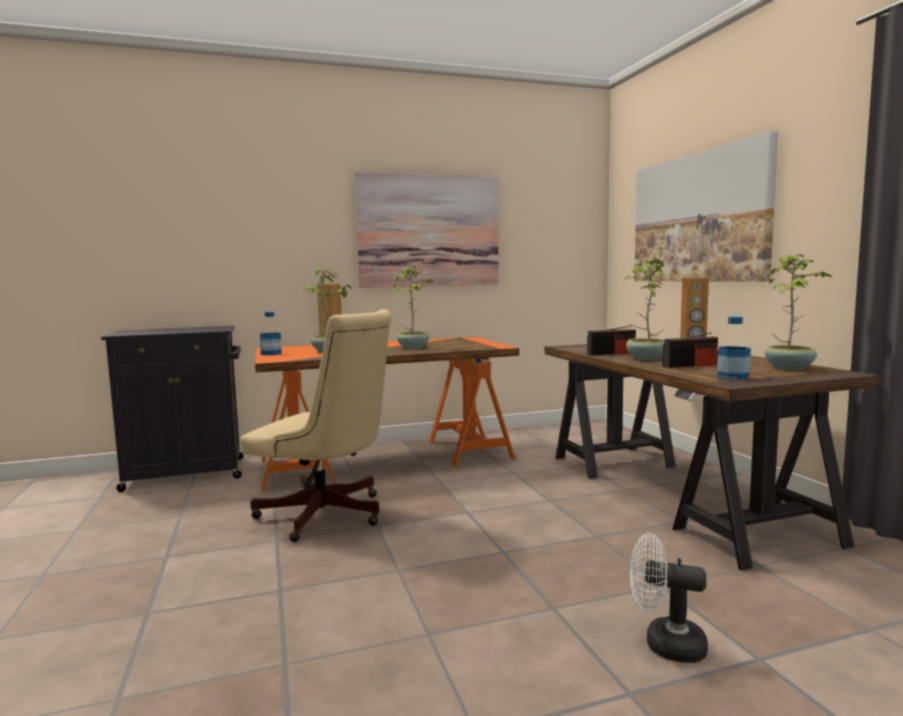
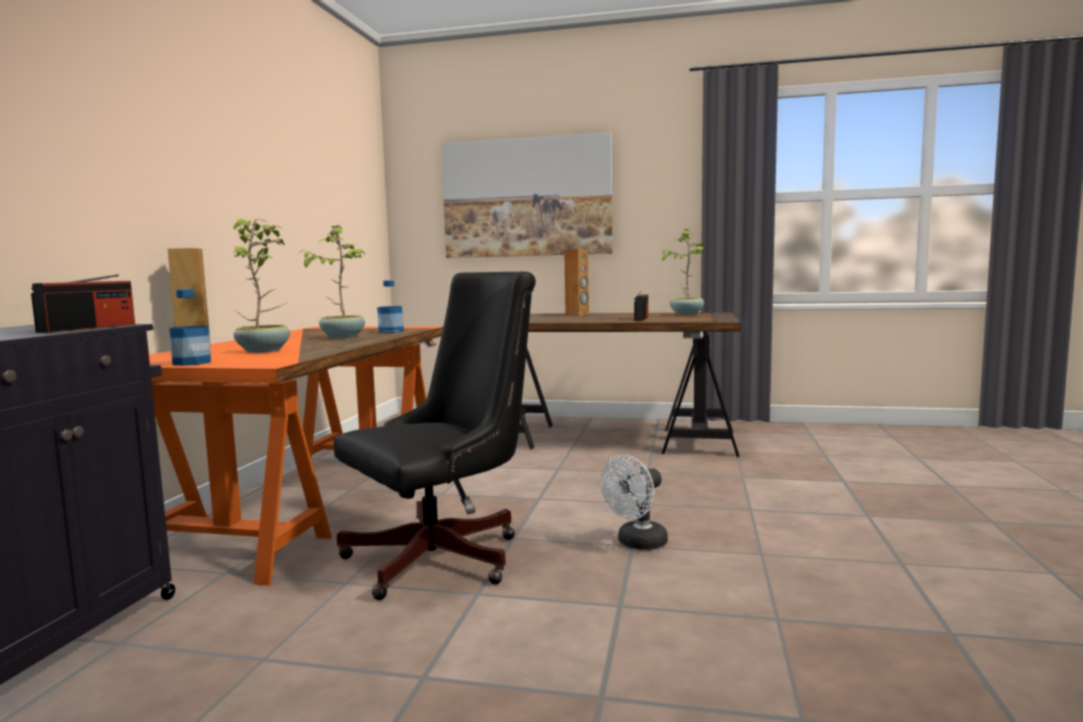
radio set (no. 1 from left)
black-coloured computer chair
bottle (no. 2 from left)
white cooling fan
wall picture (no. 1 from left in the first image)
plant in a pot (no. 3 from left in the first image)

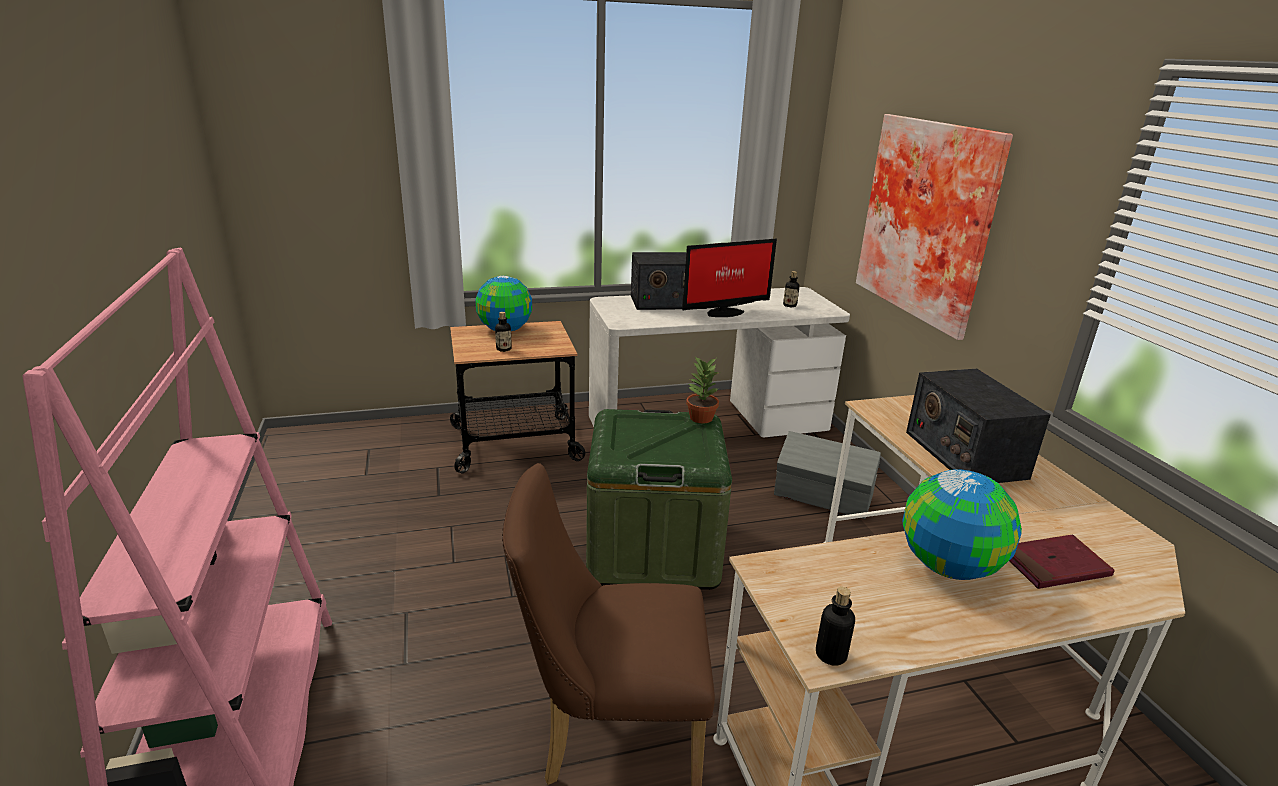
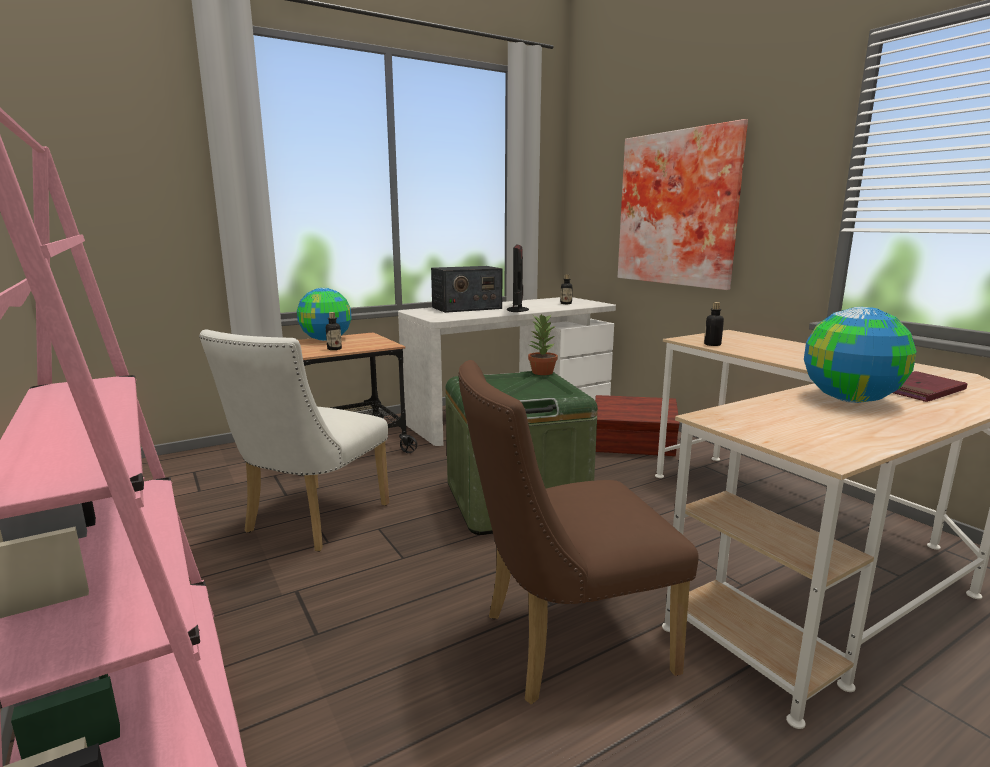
white chair
computer screen
brown-coloured storage bin
bottle (no. 3 from left)
radio set (no. 2 from left in the first image)

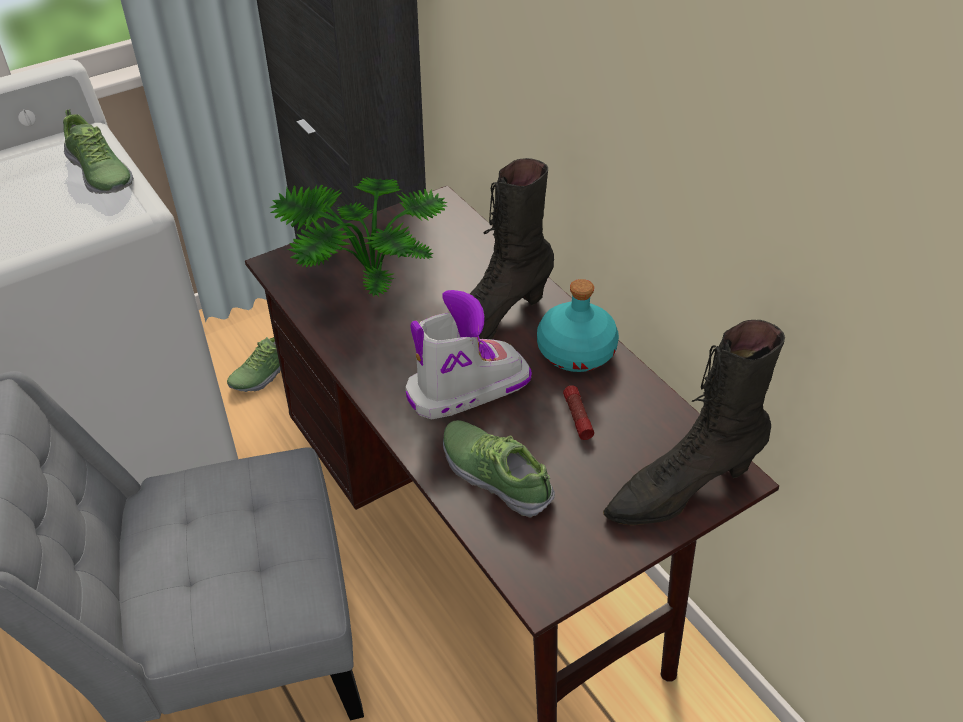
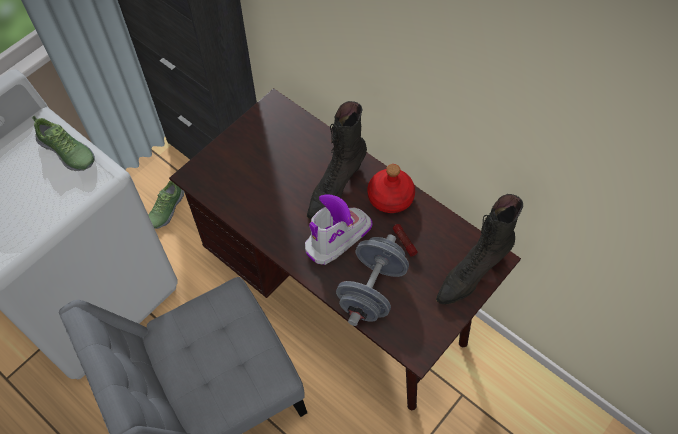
greyish hand weight
red-coloured bottle
plant in a pot

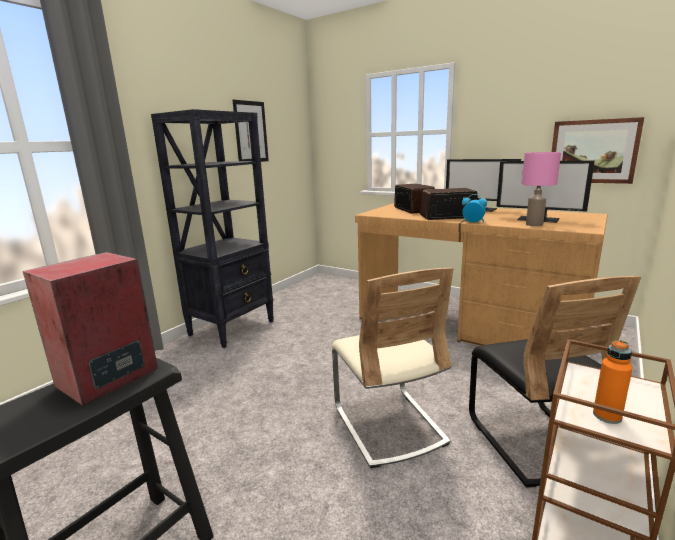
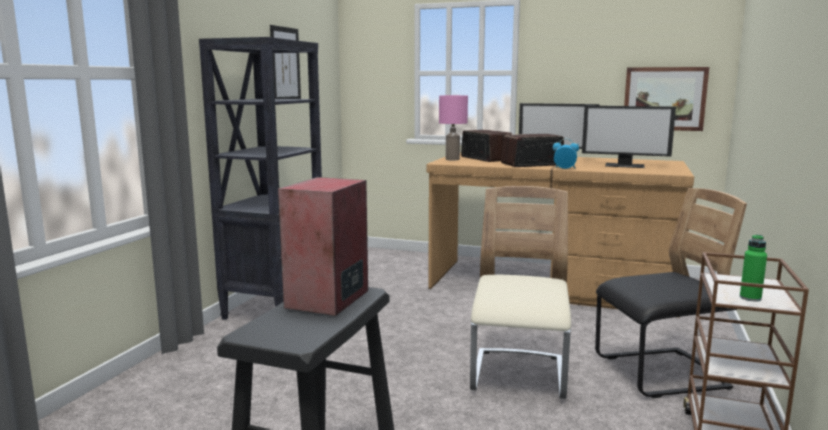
pinkish table lamp
sand-coloured chair
black-coloured chair
green-coloured bottle

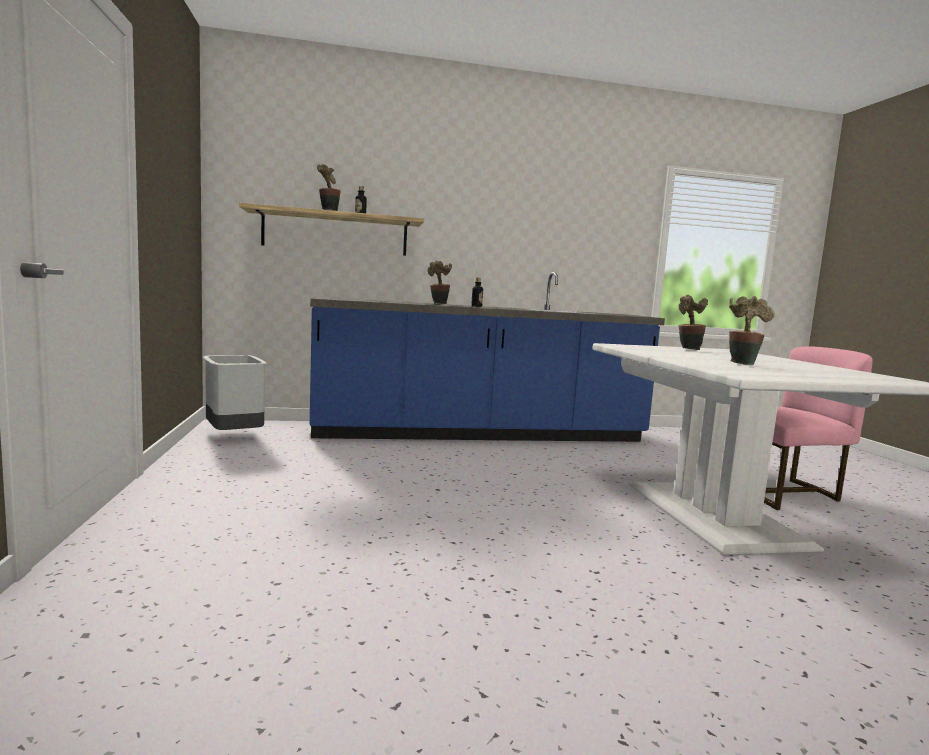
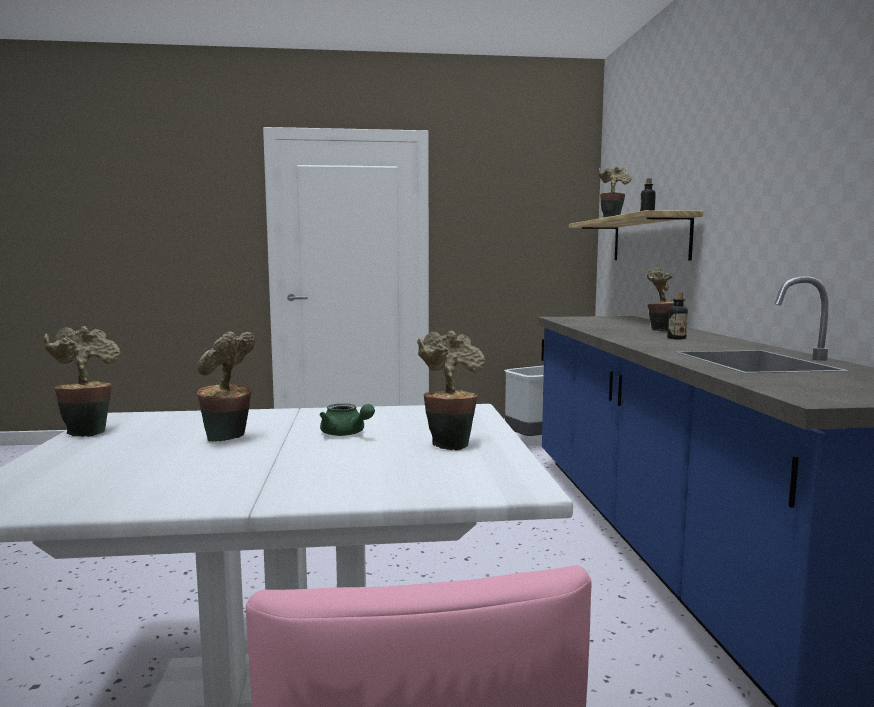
plant in a pot (no. 1 from left)
green-coloured pot for tea

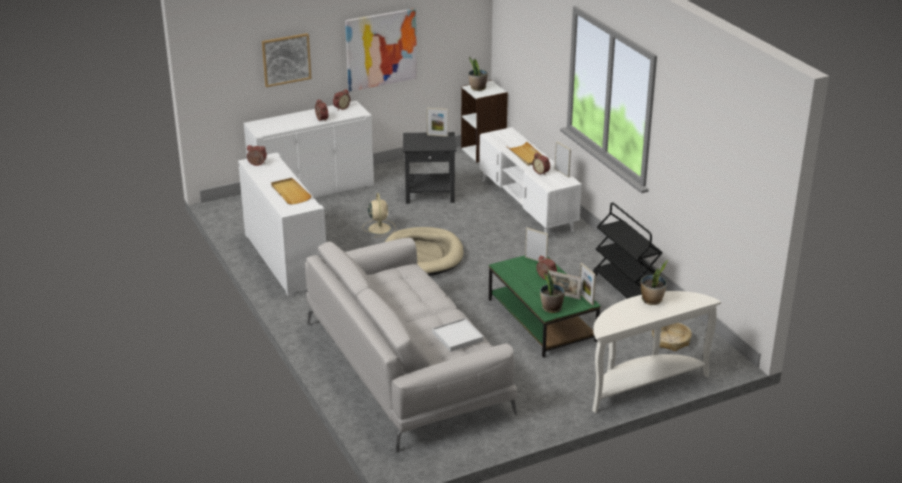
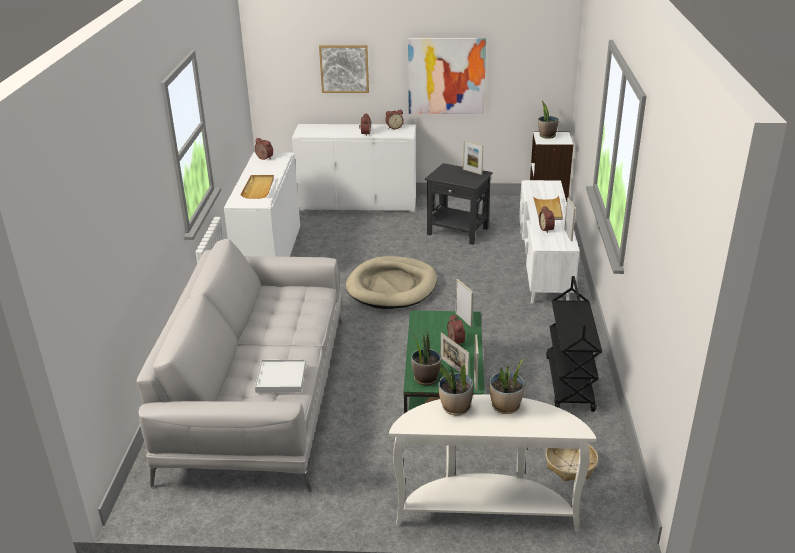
plant in a pot (no. 2 from left)
sand-coloured cooling fan

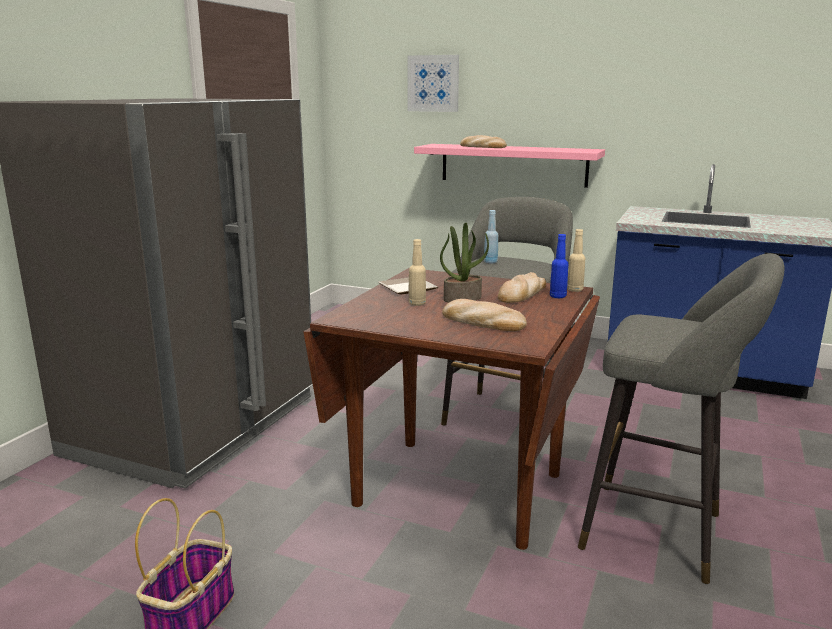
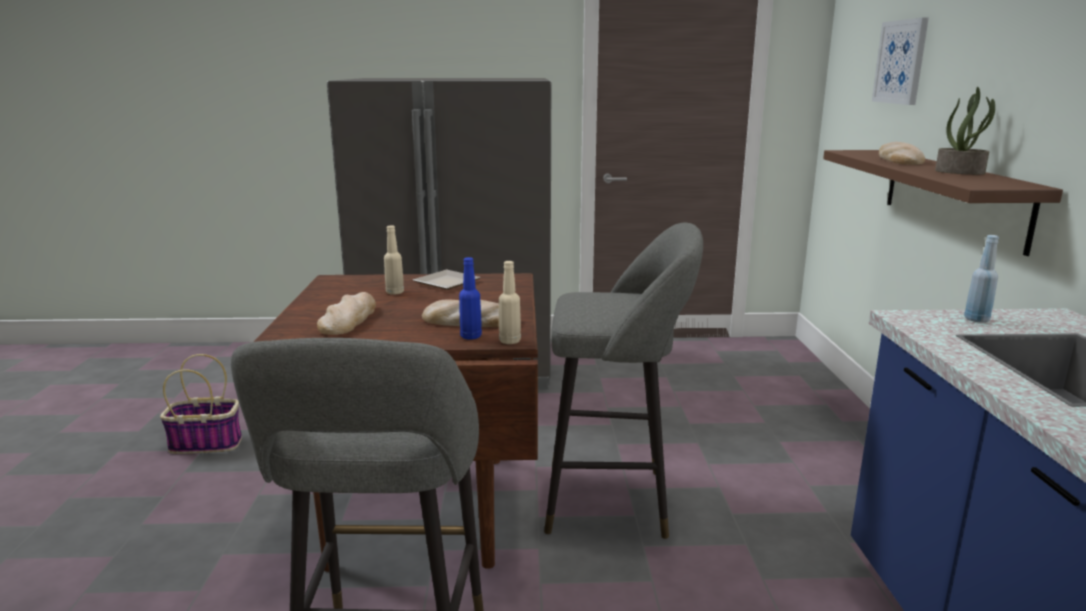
brown-coloured wall shelf
plant in a pot
blue bottle (no. 2 from left)

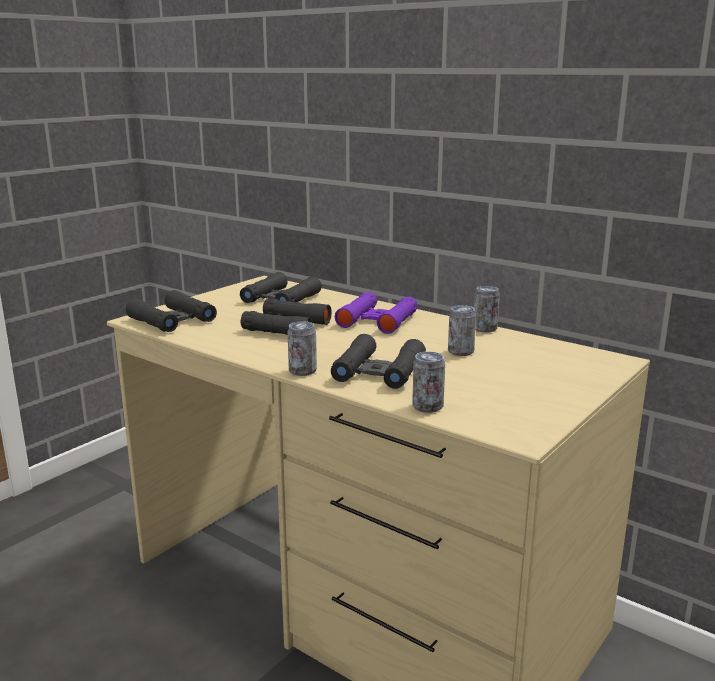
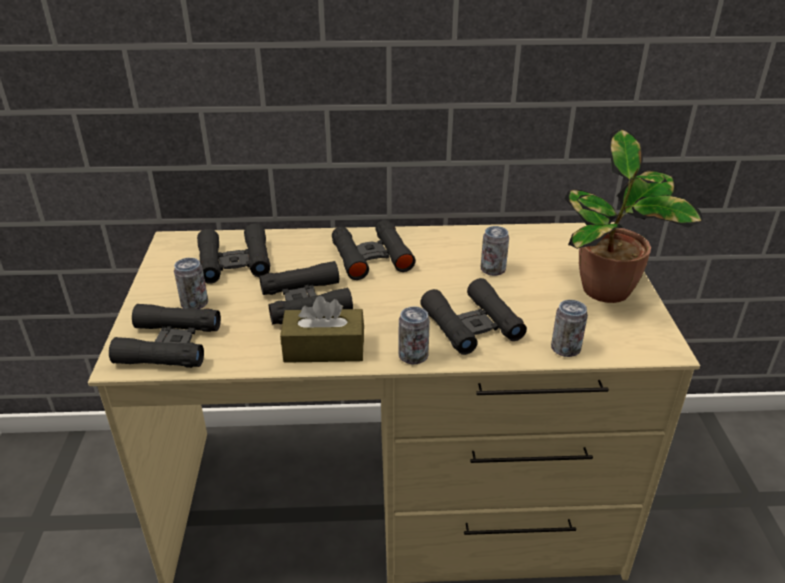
can (no. 1 from left)
brown-coloured tissue holder
black-coloured pair of binoculars (no. 4 from left)
plant in a pot

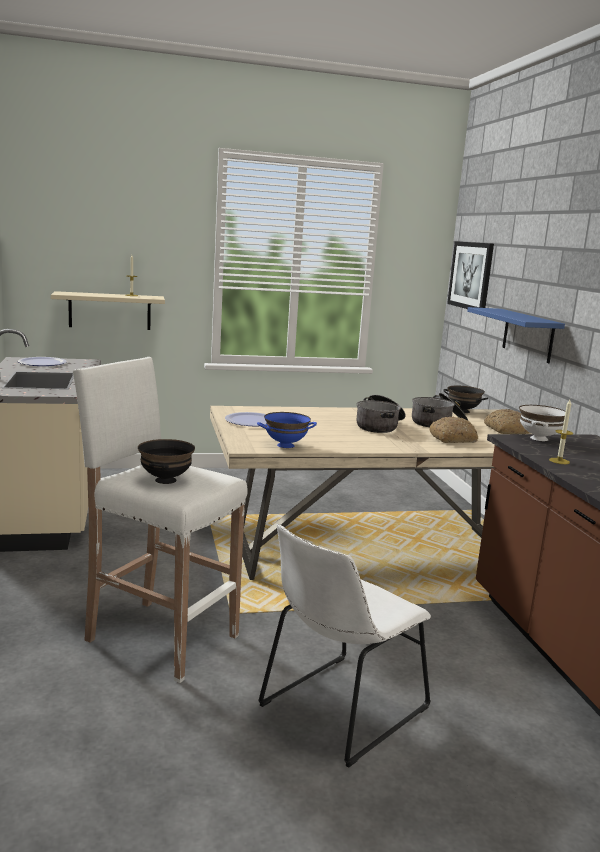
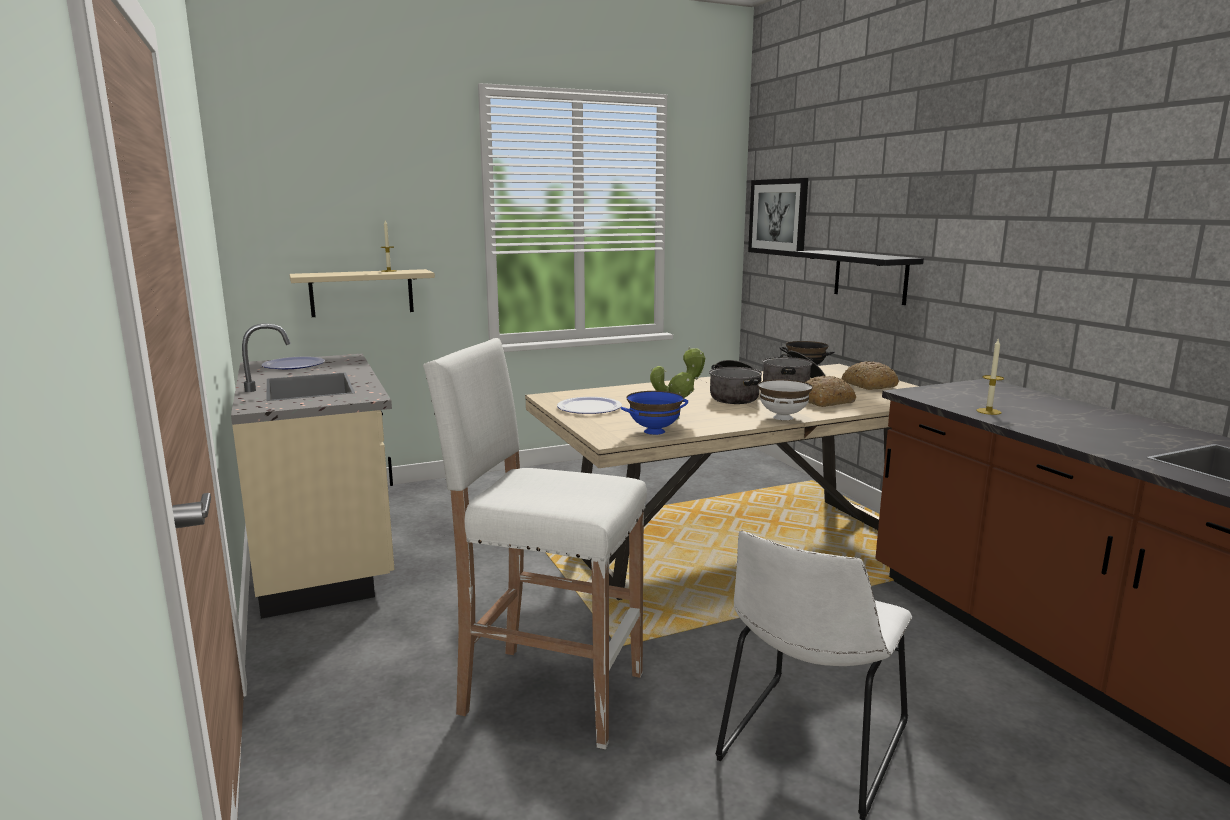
plant in a pot
white deep dish
black-coloured wall shelf
black-coloured deep dish (no. 1 from left in the first image)

